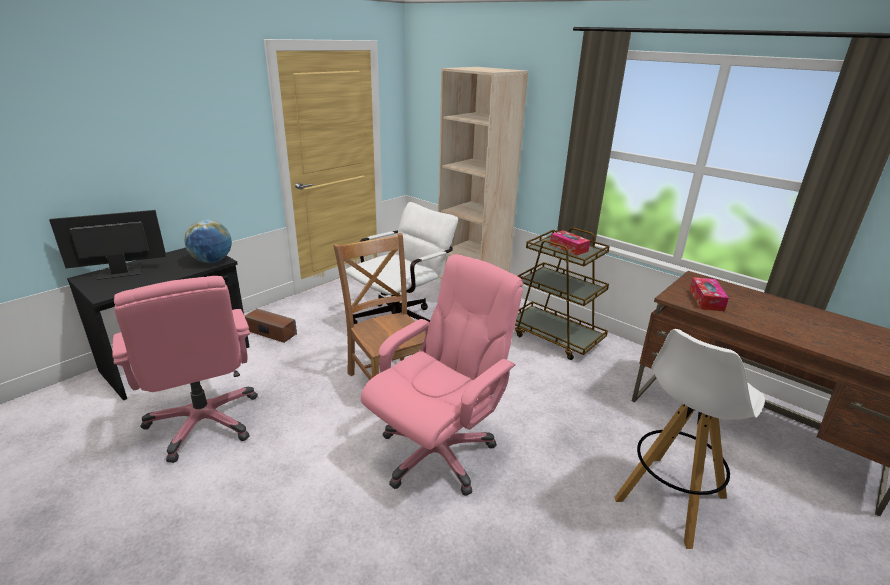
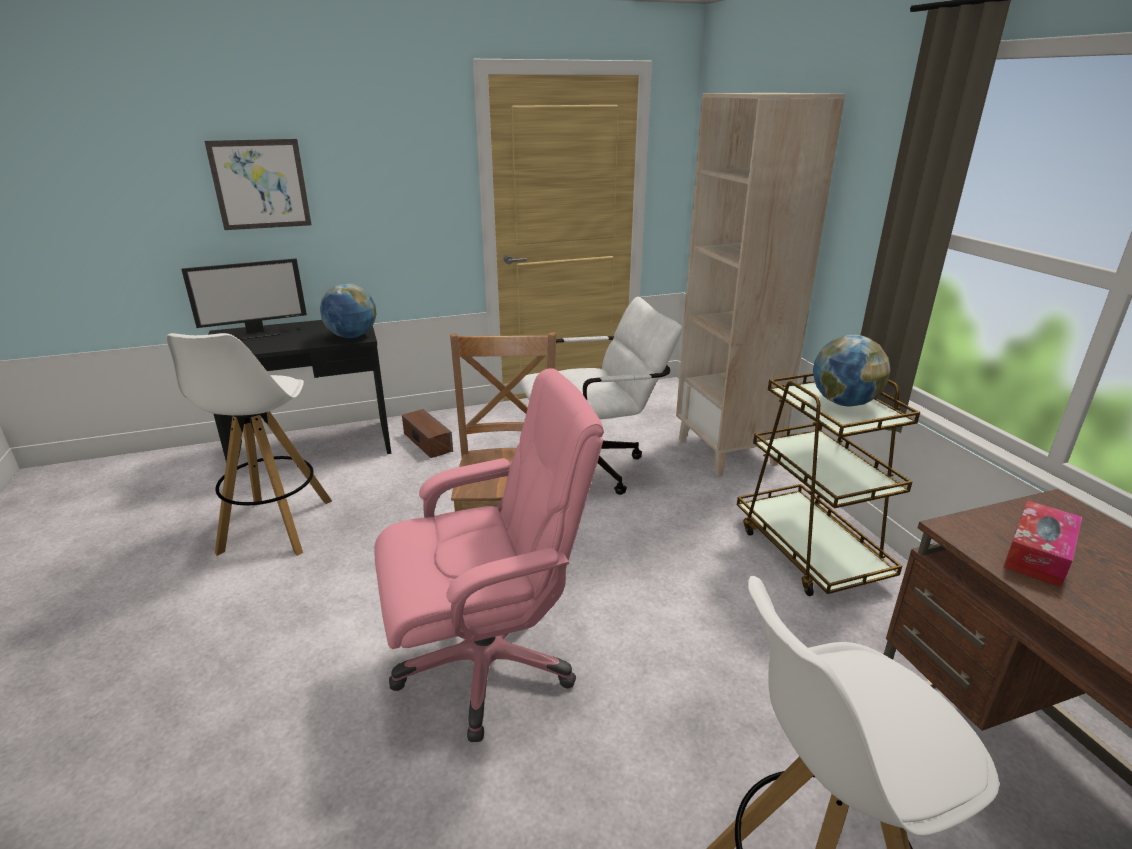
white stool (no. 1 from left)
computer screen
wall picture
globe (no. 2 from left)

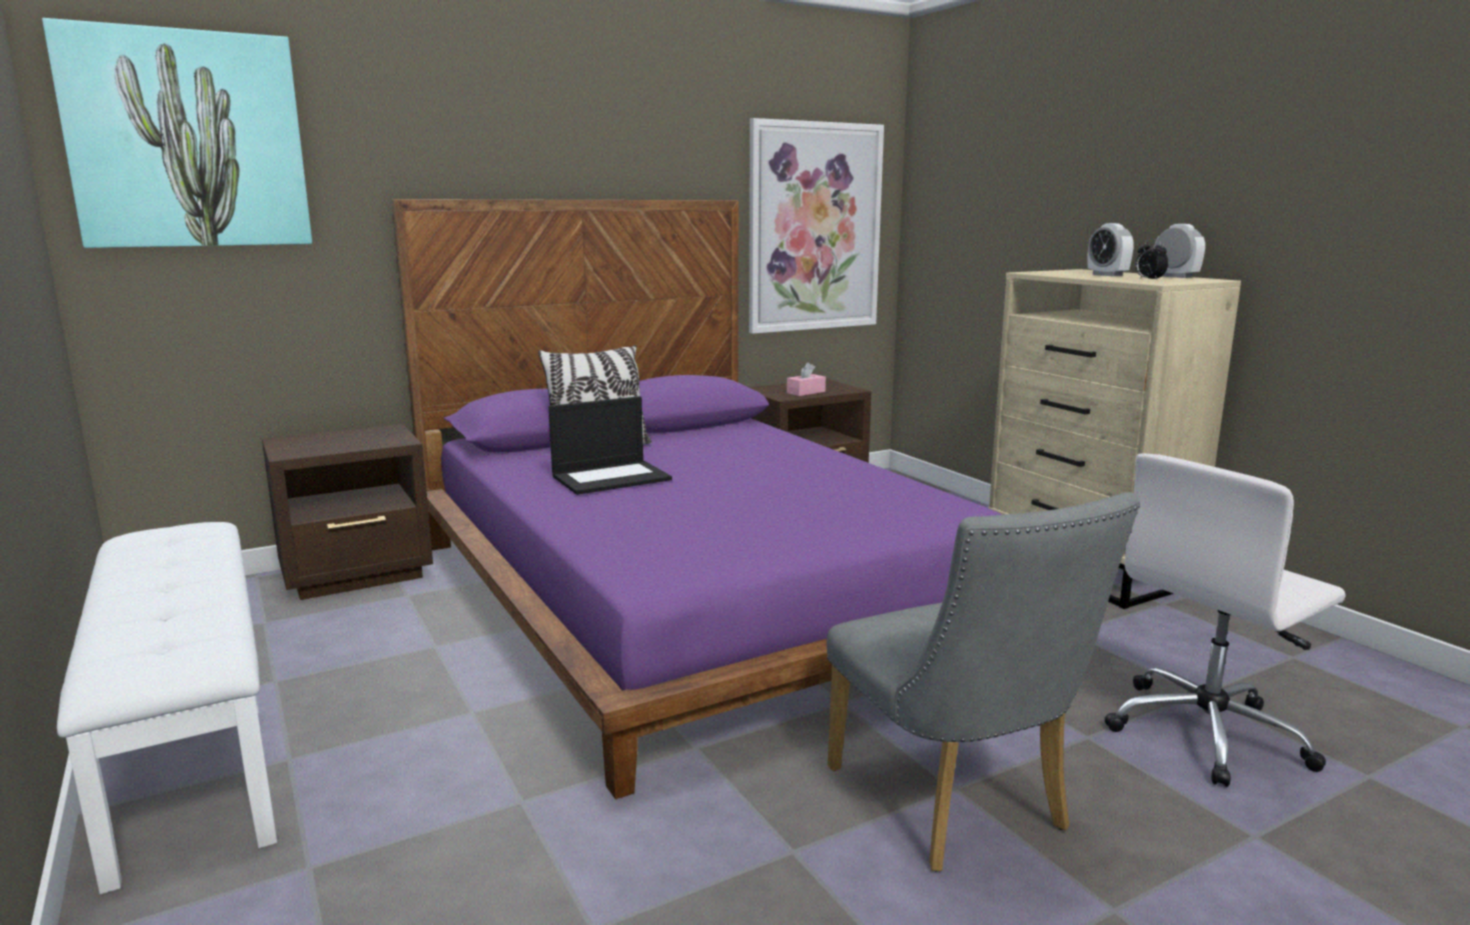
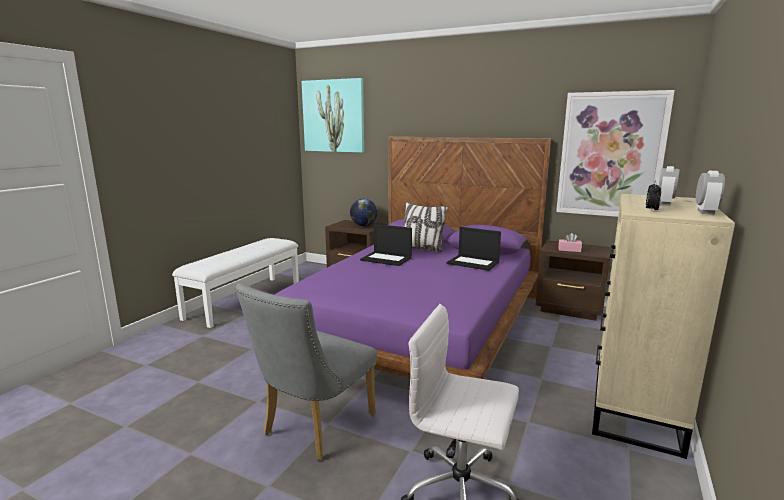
globe
notebook computer (no. 2 from left)

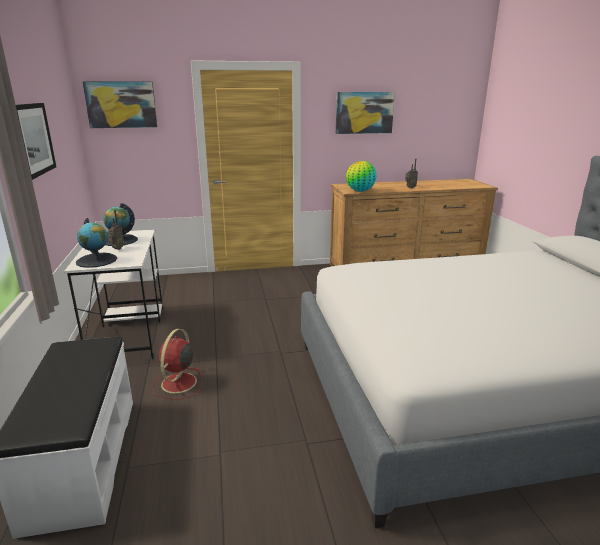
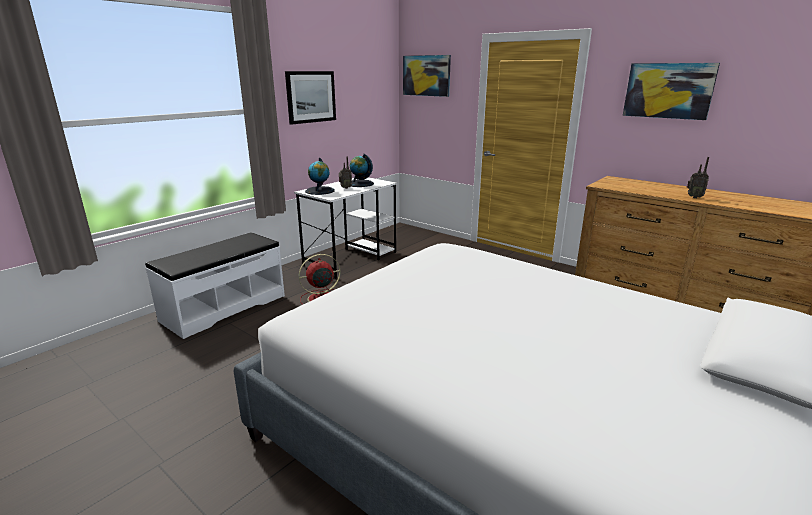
globe (no. 3 from left in the first image)

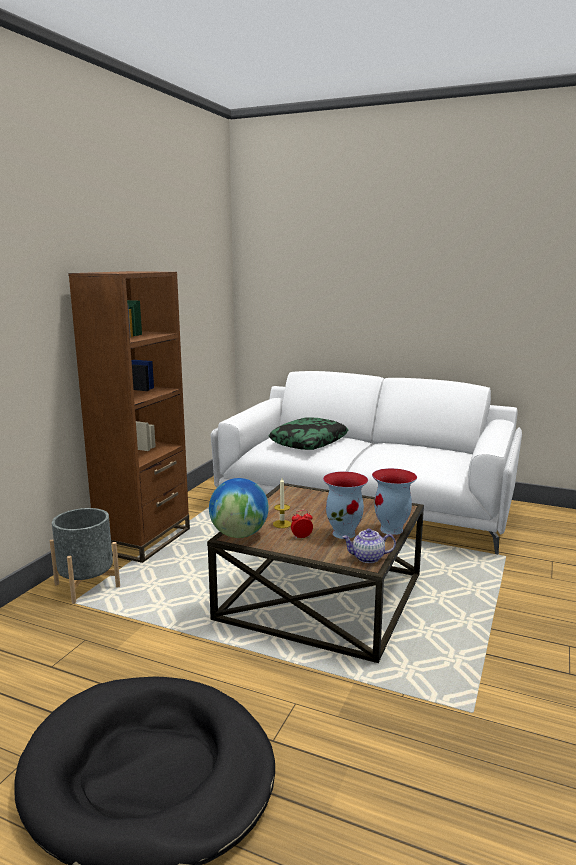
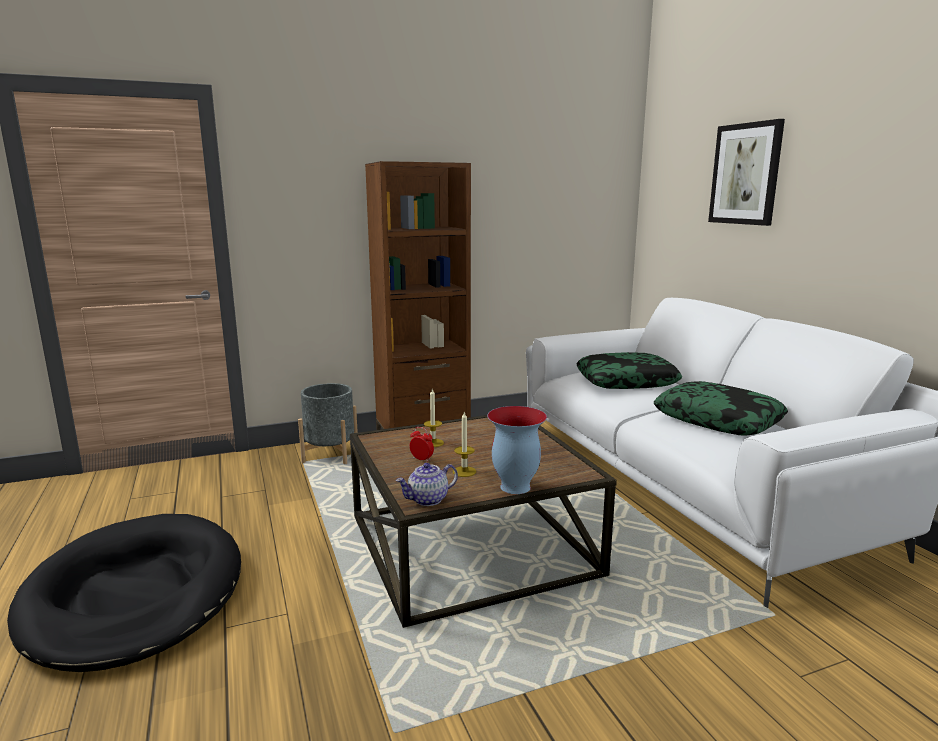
pot for tea
wax light (no. 2 from left)
cushion (no. 2 from left)
wall picture
globe

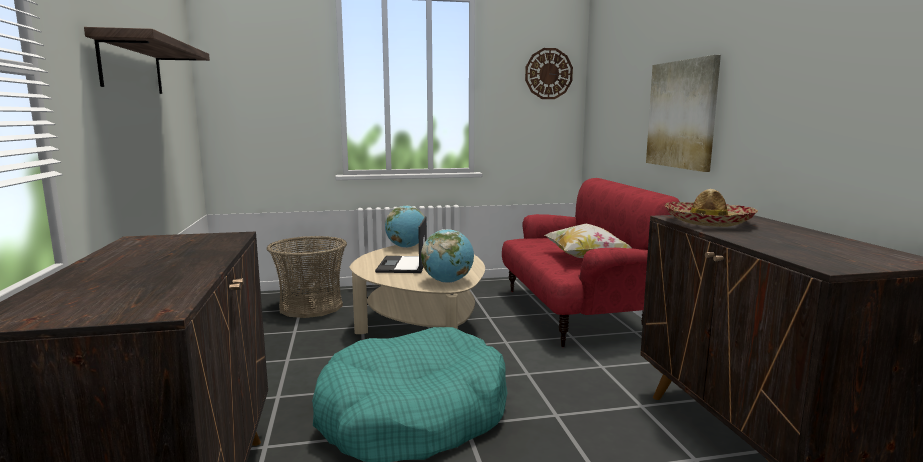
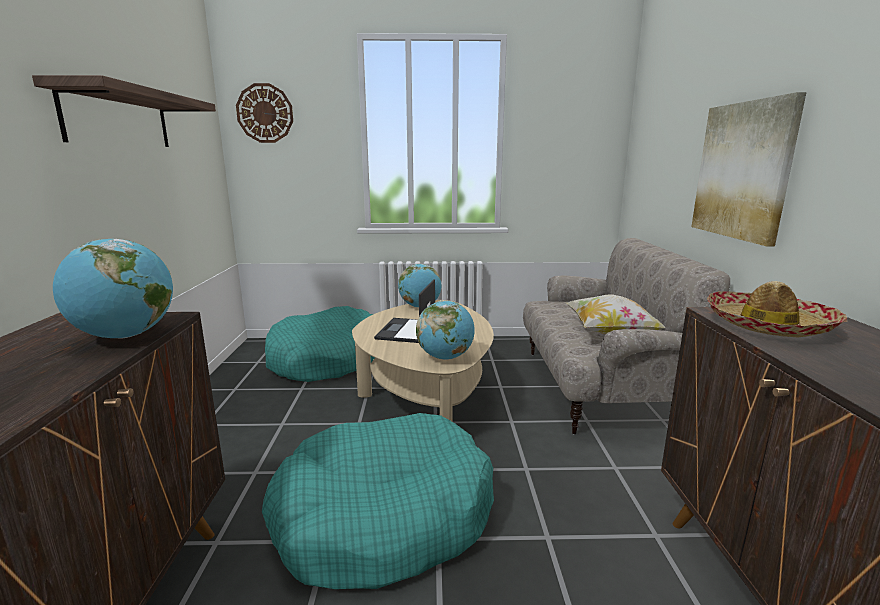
globe (no. 1 from left)
wall clock
turquoise-coloured pet bed (no. 1 from left)
sand-coloured sofa

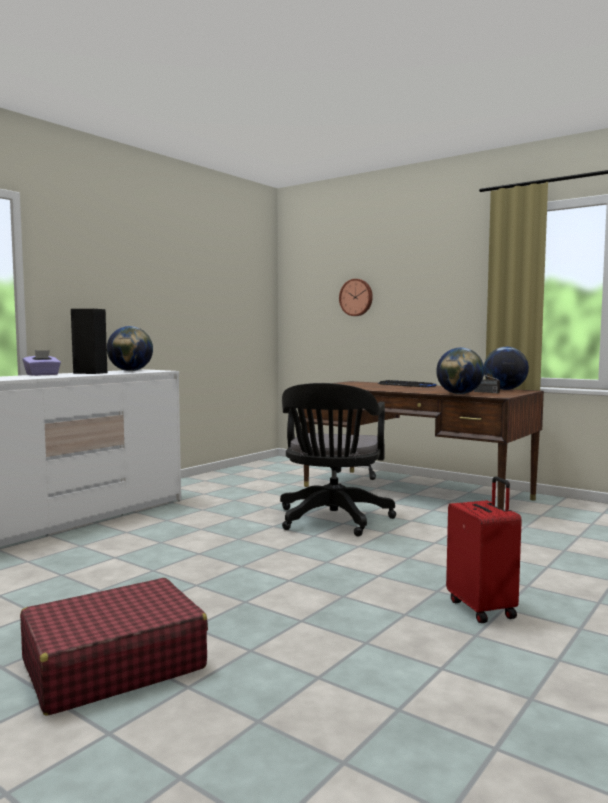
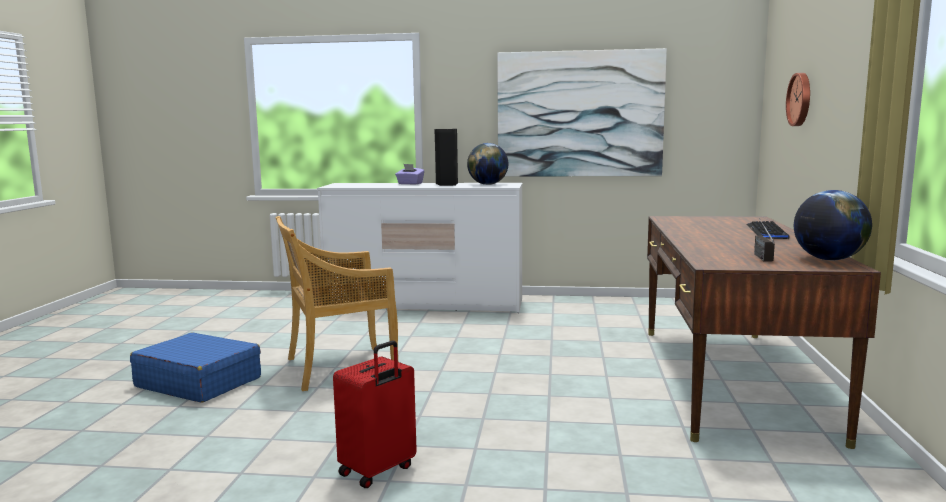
blue piece of luggage
sand-coloured chair
wall picture
black-coloured computer chair
globe (no. 2 from left in the first image)

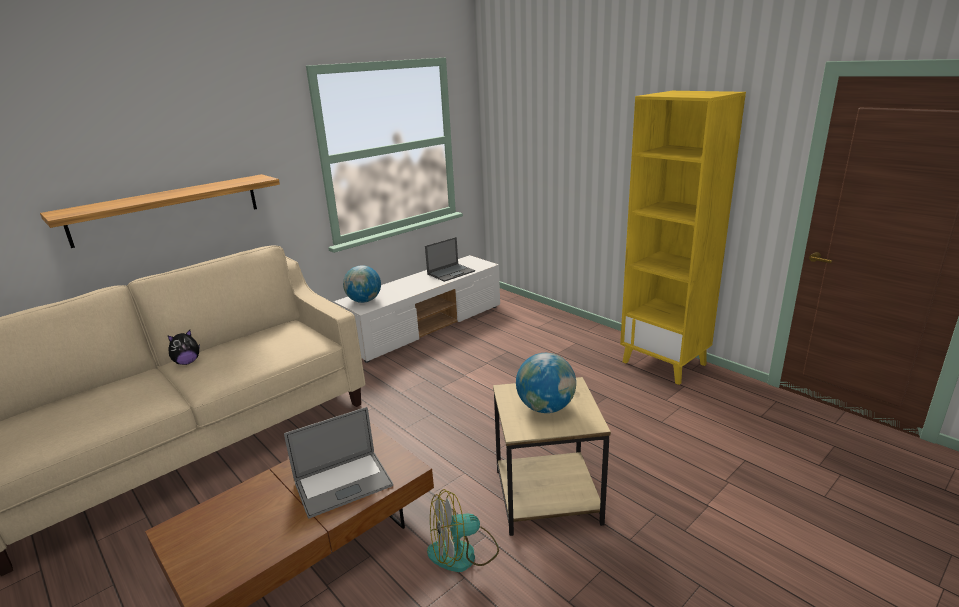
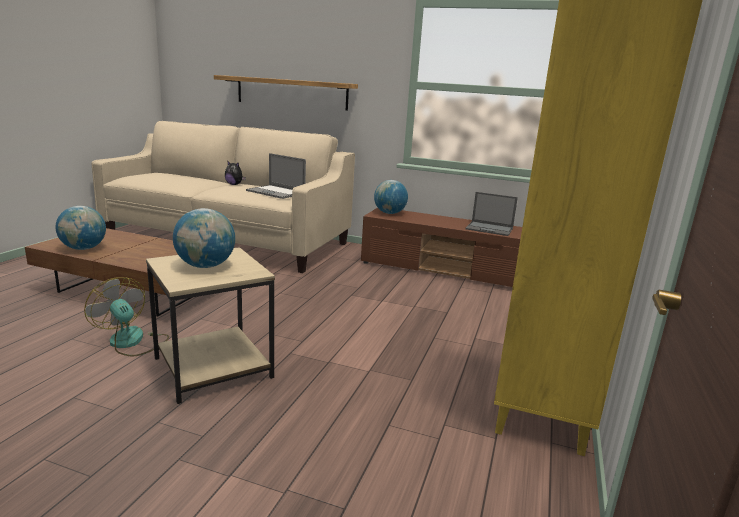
globe (no. 1 from left)
notebook computer (no. 1 from left)
brown-coloured tv stand

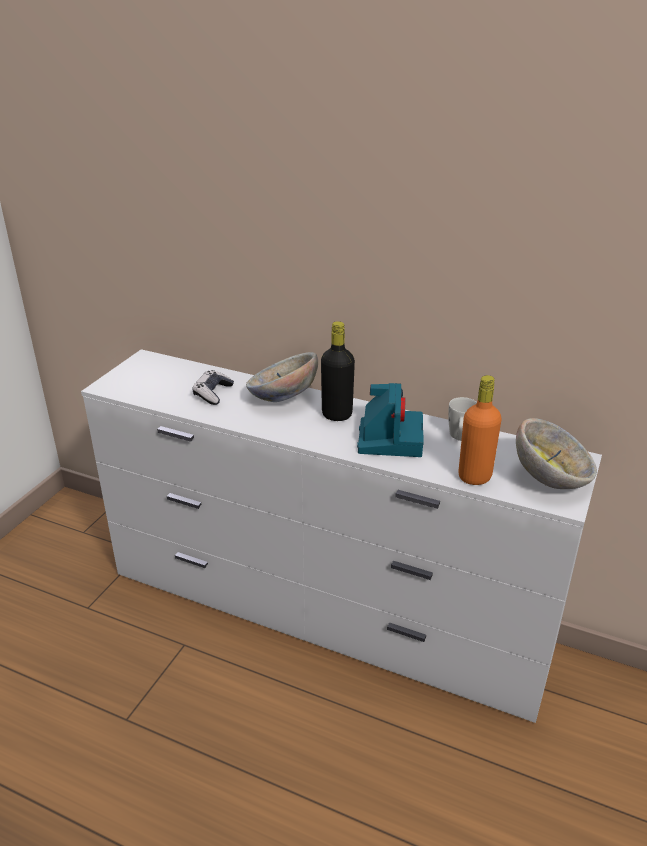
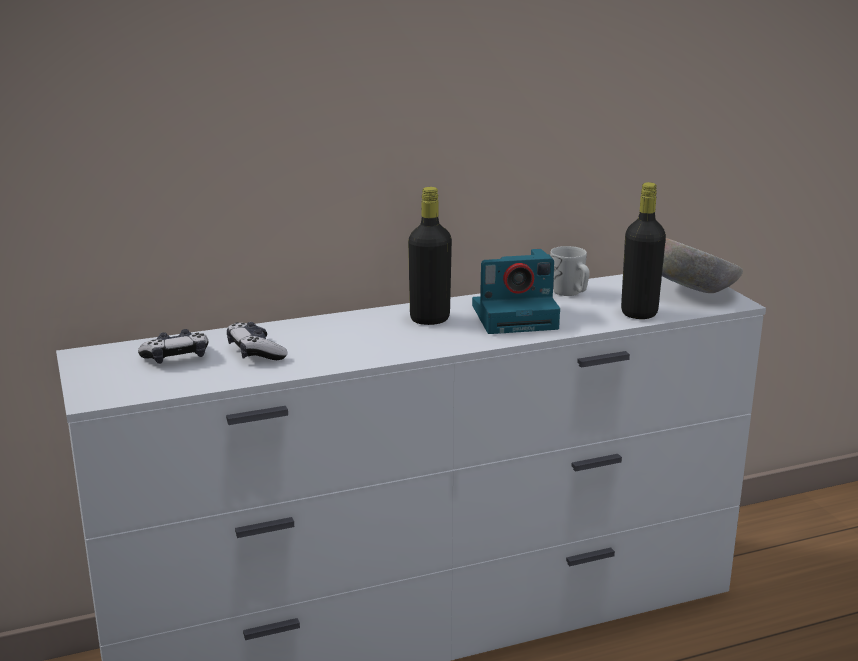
gamepad (no. 1 from left)
photo camera
black-coloured bottle (no. 2 from left)
deep dish (no. 1 from left in the first image)

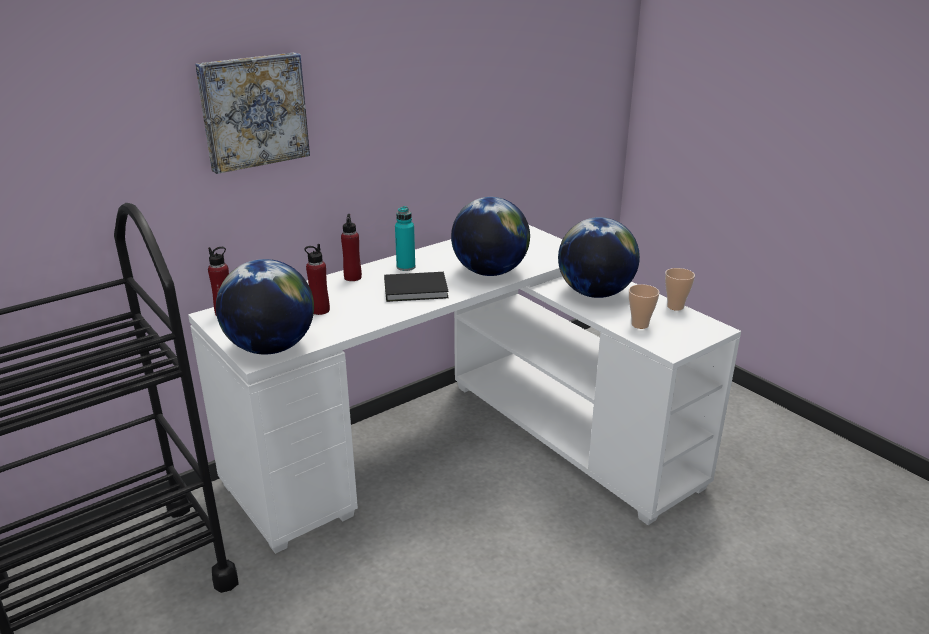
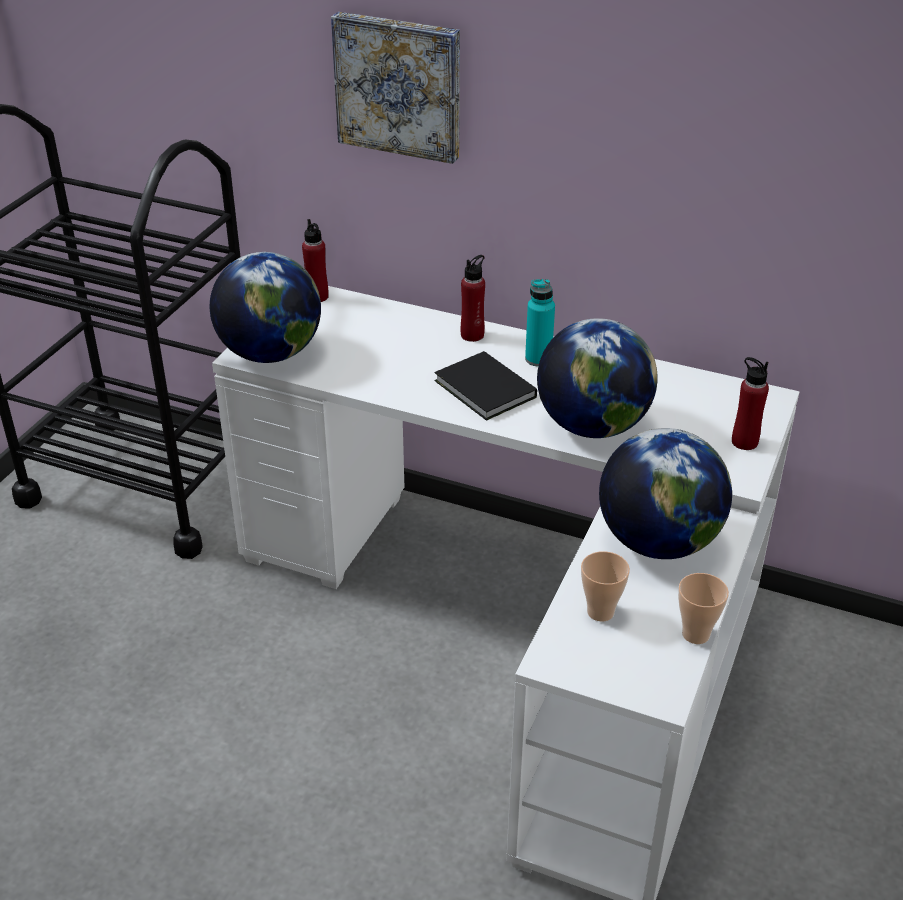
red-coloured bottle (no. 3 from left)

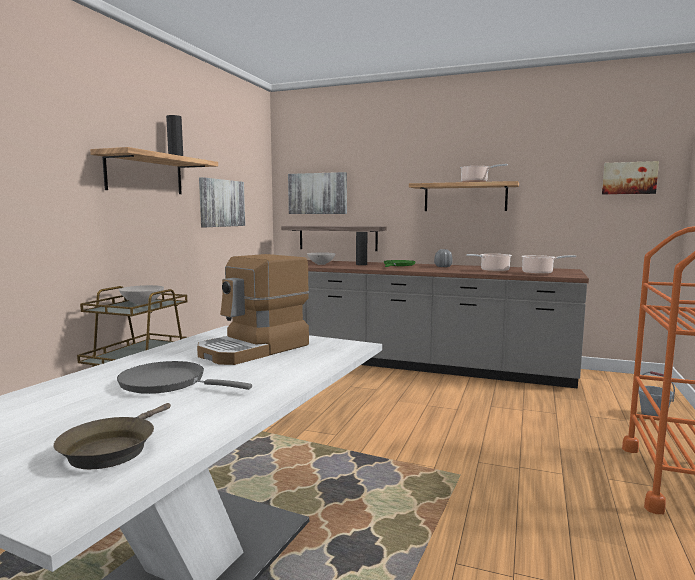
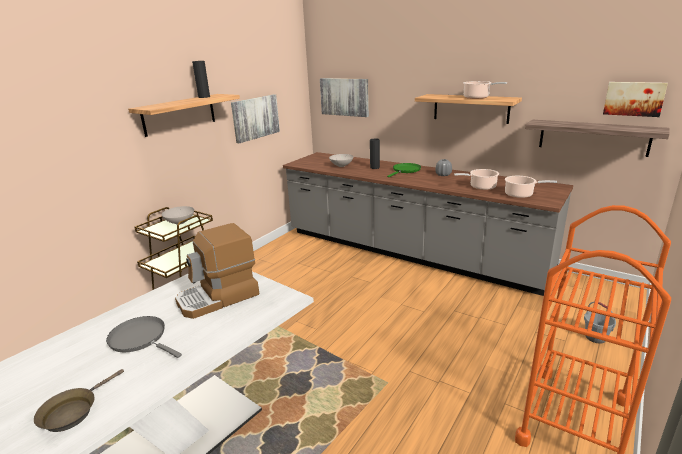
wall shelf (no. 3 from left)

